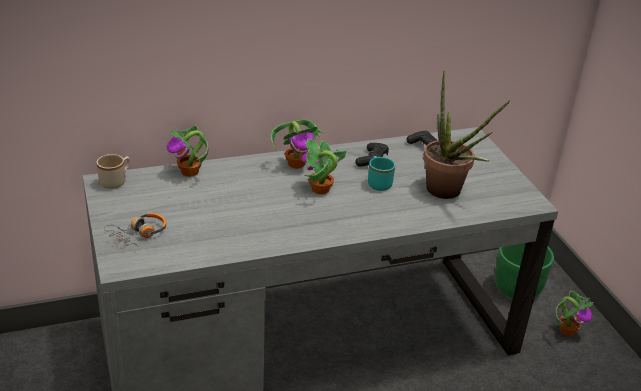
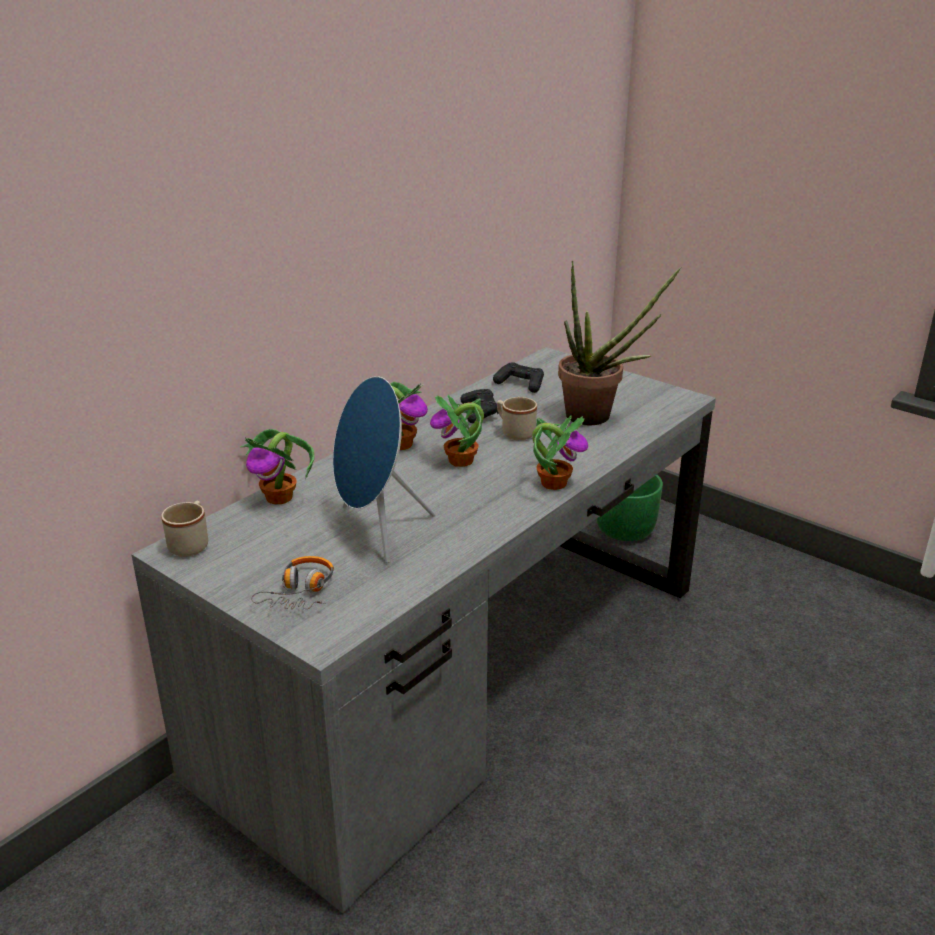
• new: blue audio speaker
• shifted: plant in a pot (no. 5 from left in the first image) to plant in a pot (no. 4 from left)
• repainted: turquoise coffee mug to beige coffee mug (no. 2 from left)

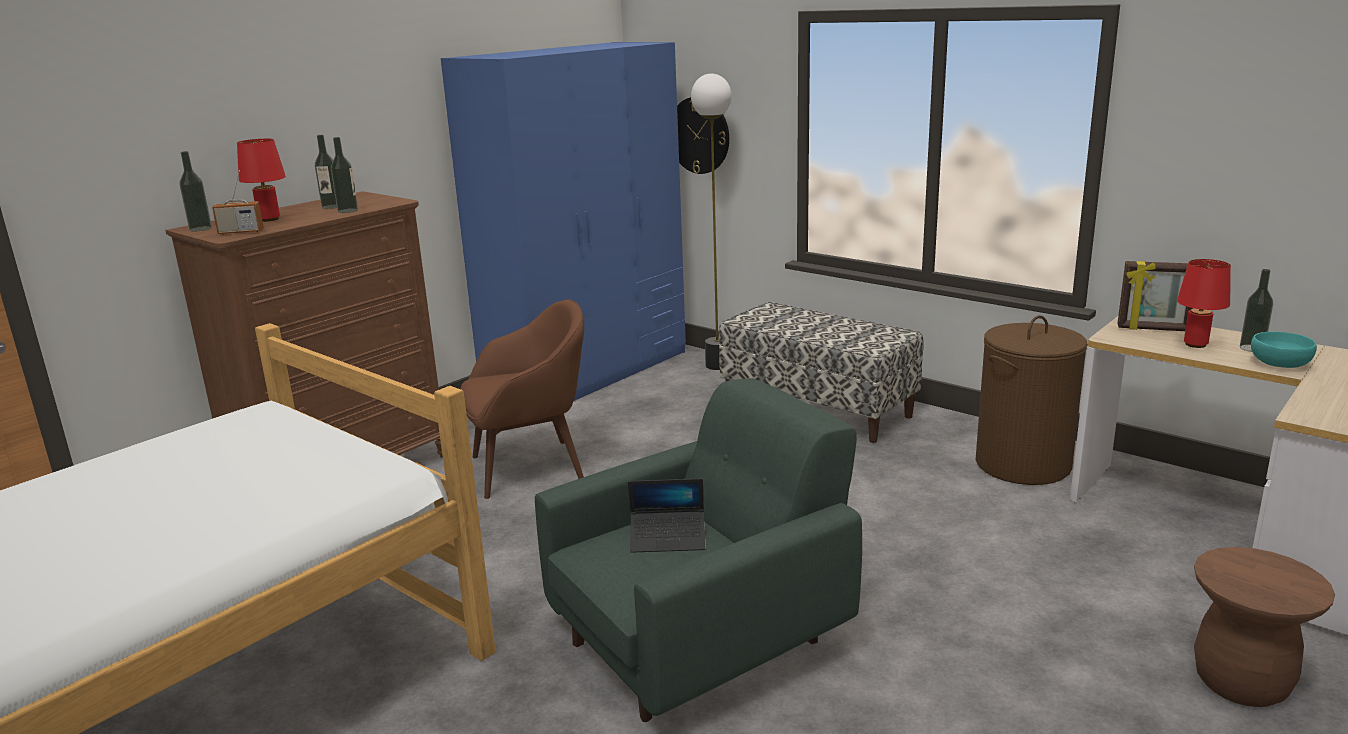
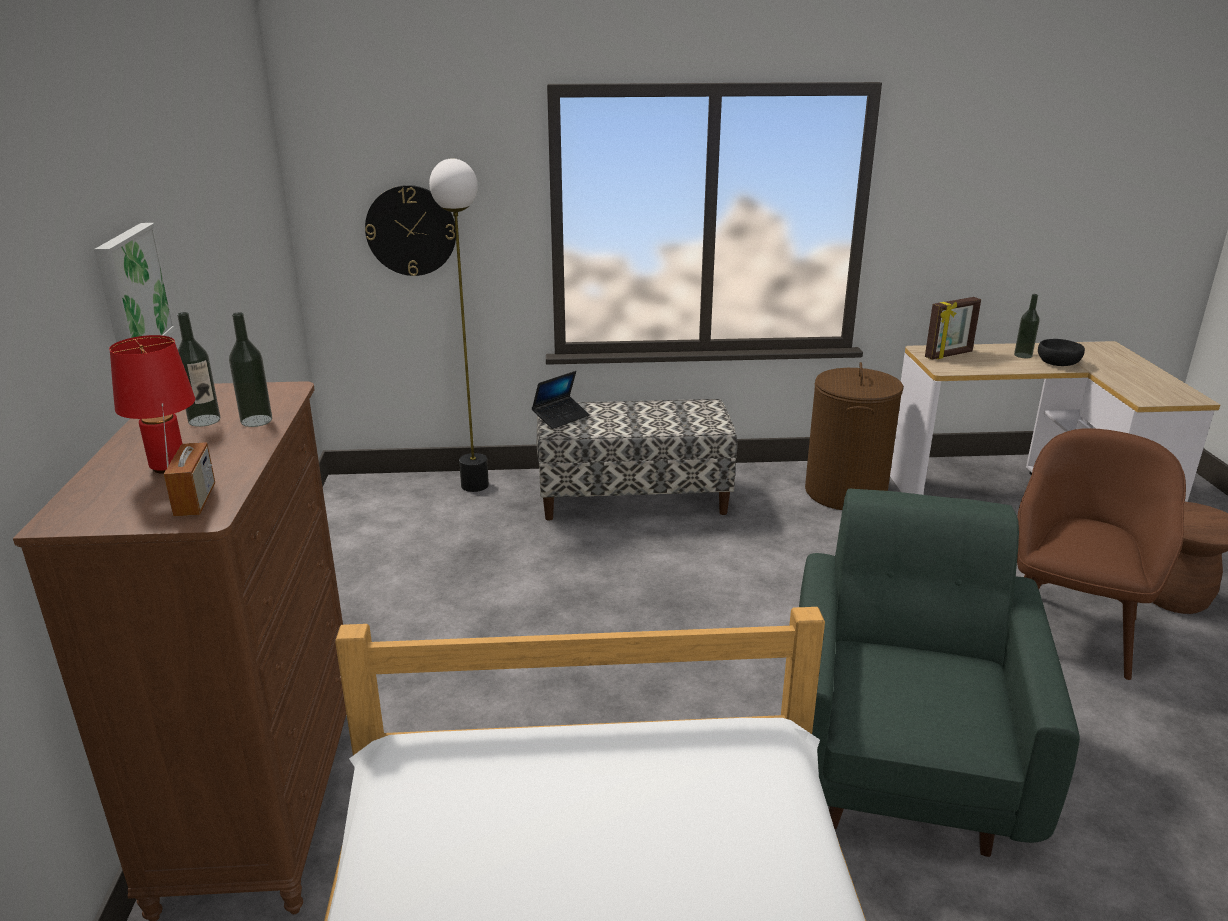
• gone: bottle (no. 1 from left)
• gone: blue wardrobe
• gone: red table lamp (no. 2 from left)
• new: wall art
• shifted: brownish easy chair
• shifted: portable computer
• repainted: turquoise bowl to black bowl
• rotated: radio set 45 degrees counterclockwise

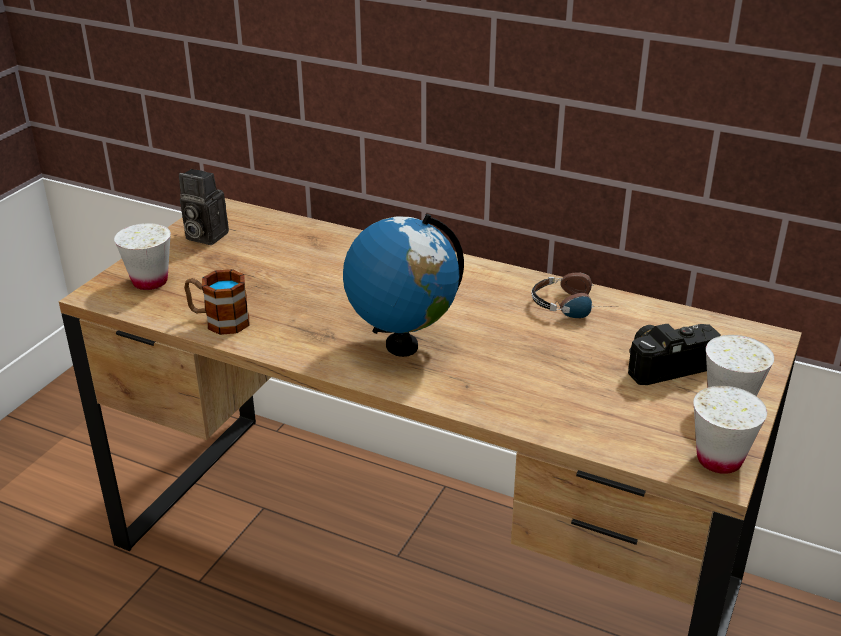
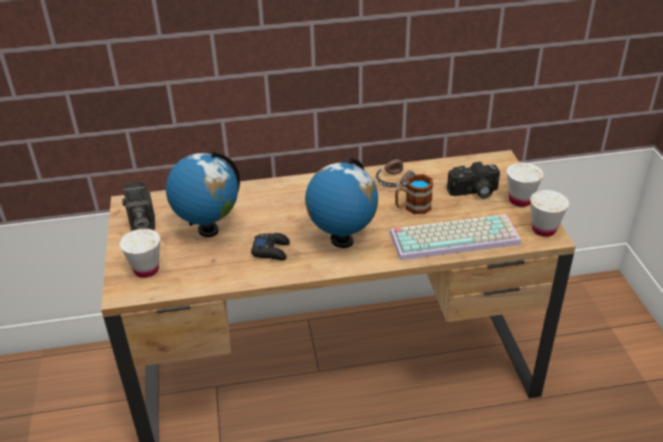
• new: desk globe (no. 1 from left)
• new: black game controller
• new: keyboard
• shifted: coffee mug
• rotated: still camera (no. 2 from left) 135 degrees counterclockwise

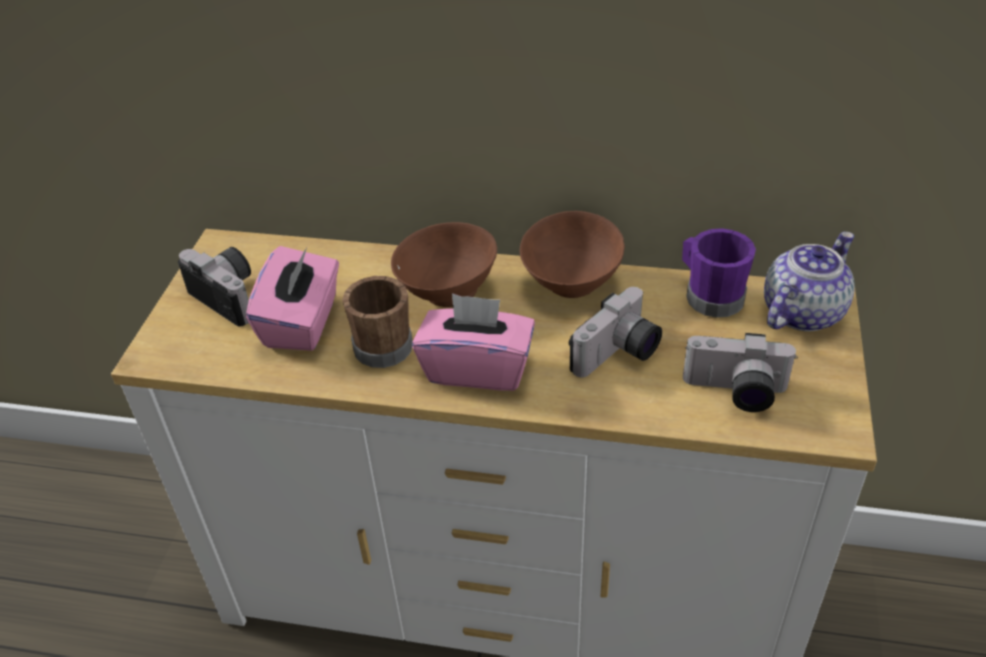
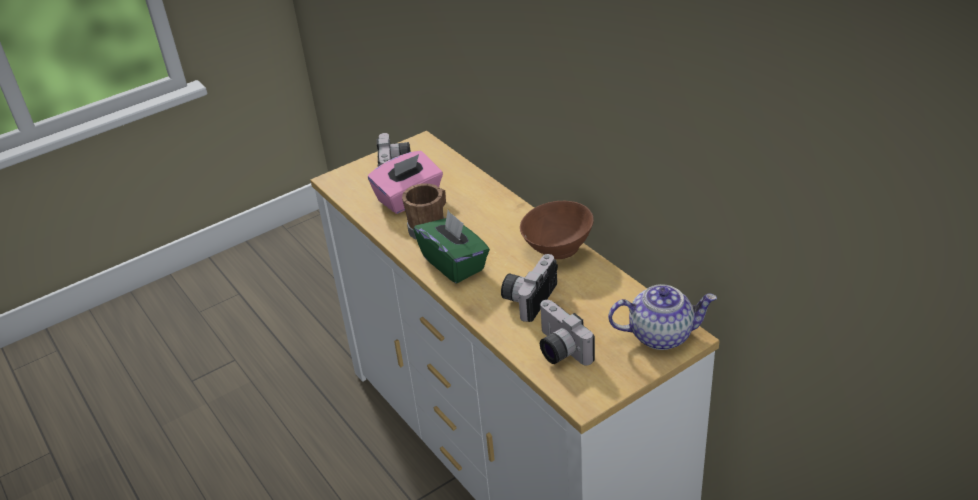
• gone: brownish bowl (no. 1 from left)
• gone: purple coffee mug
• repainted: pink-coloured box of tissues (no. 2 from left) to green box of tissues
• rotated: still camera (no. 2 from left) 120 degrees clockwise

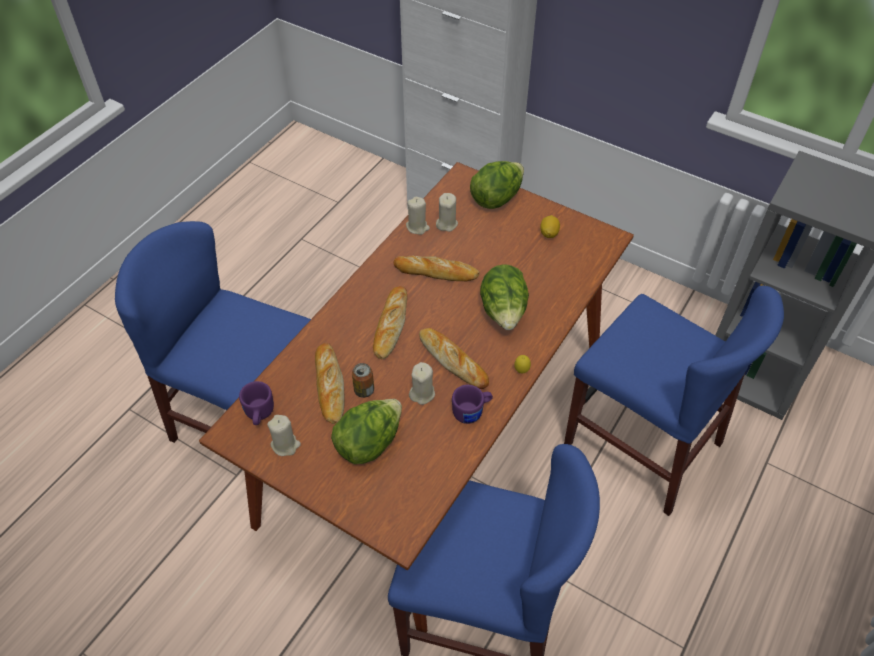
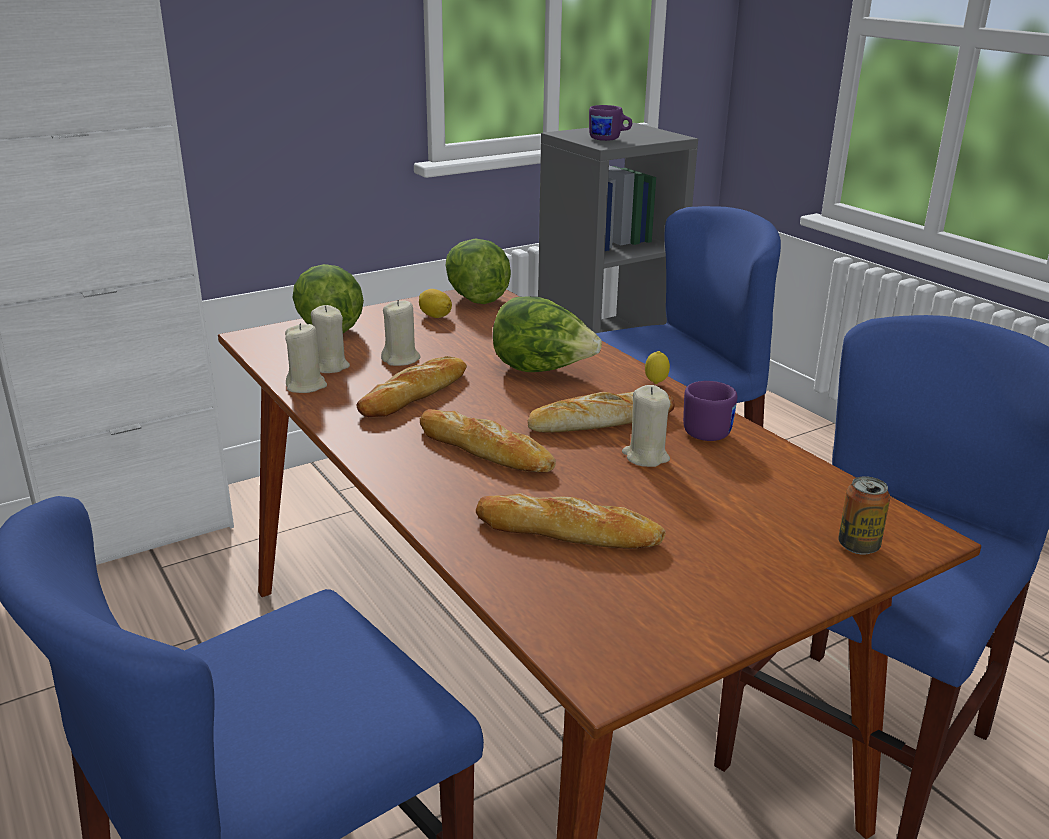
• shifted: purple coffee mug (no. 1 from left)
• shifted: beige wax light (no. 1 from left in the first image) to beige wax light (no. 3 from left)
• shifted: head of lettuce (no. 1 from left in the first image) to head of lettuce (no. 2 from left)
• shifted: can

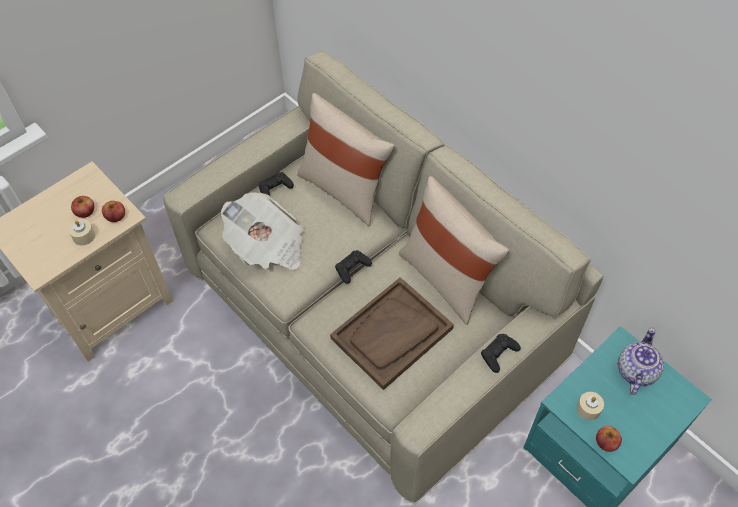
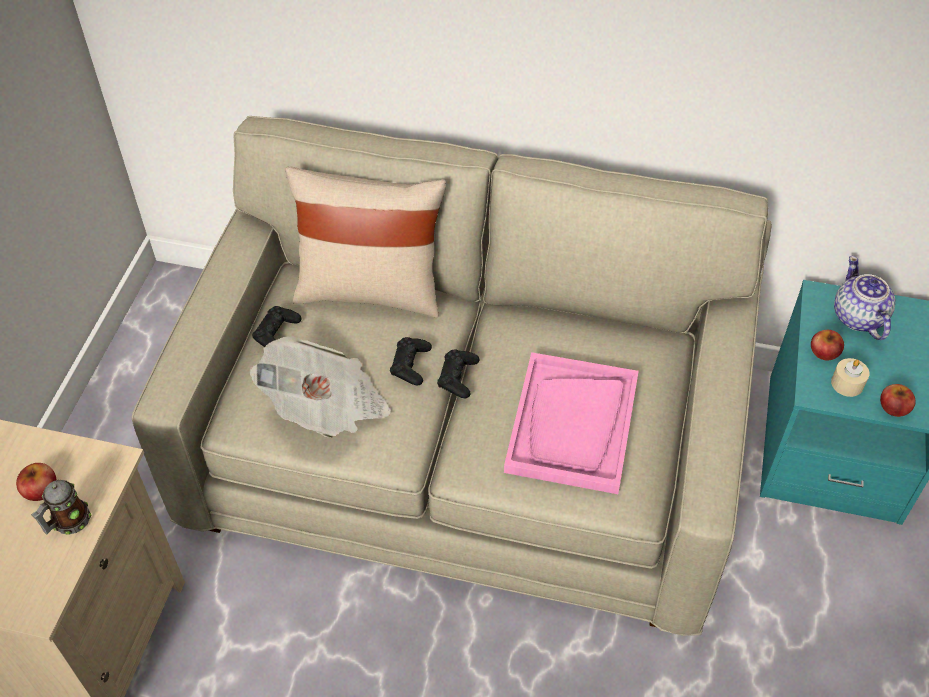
• gone: beige cushion (no. 2 from left)
• shifted: whole apple (no. 2 from left)
• shifted: black game controller (no. 3 from left in the first image) to black game controller (no. 2 from left)
• swapped: beige wax light (no. 1 from left) to coffee mug
• repainted: brownish serving tray to pink-coloured serving tray

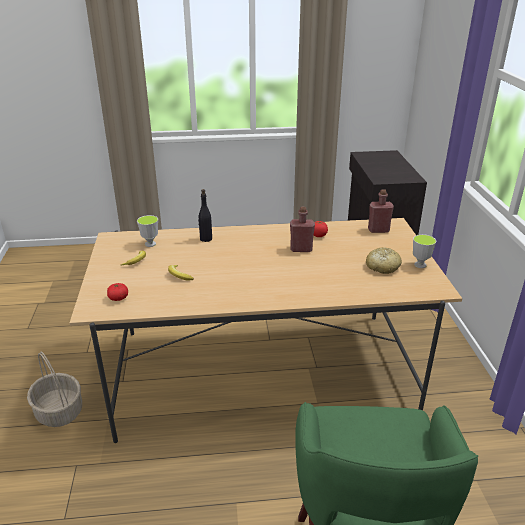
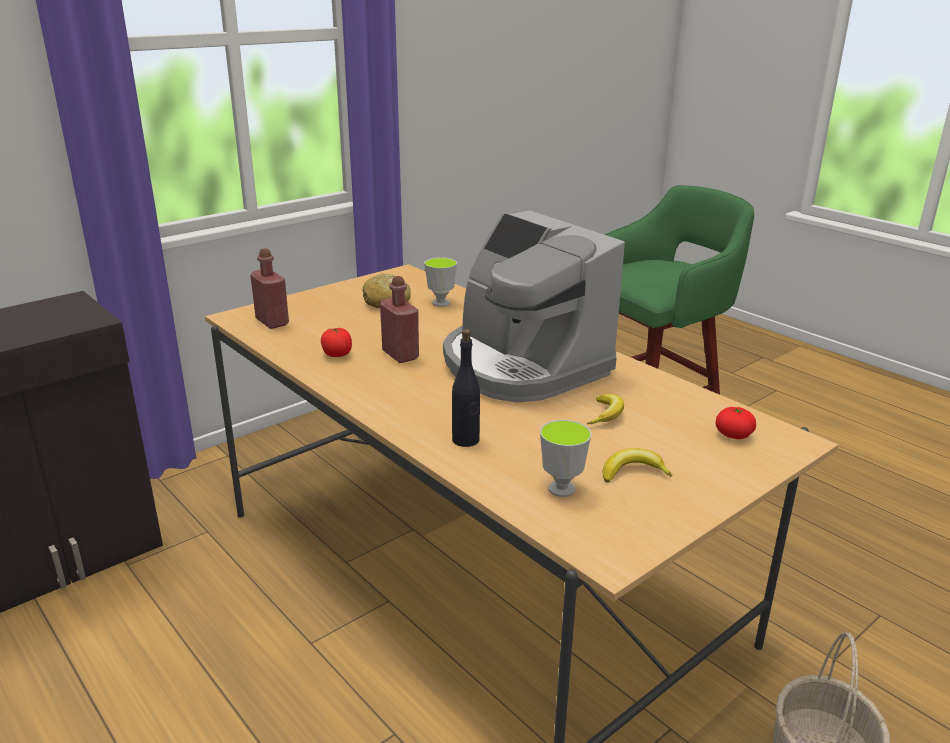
• new: coffee machine
• shifted: small cup (no. 2 from left in the first image) to small cup (no. 1 from left)

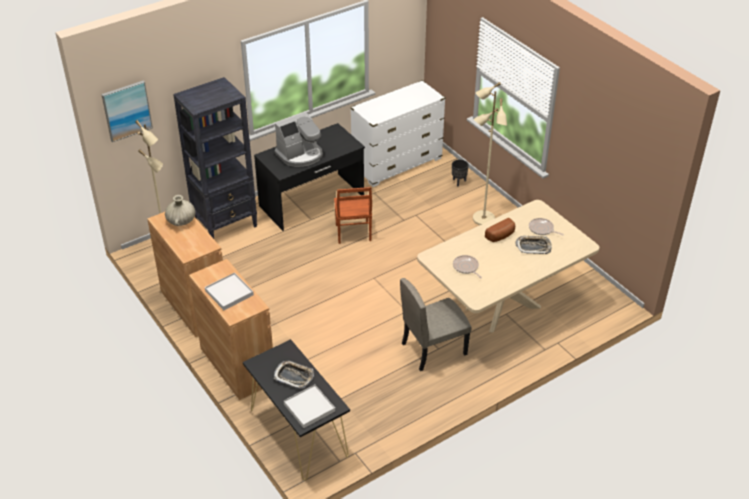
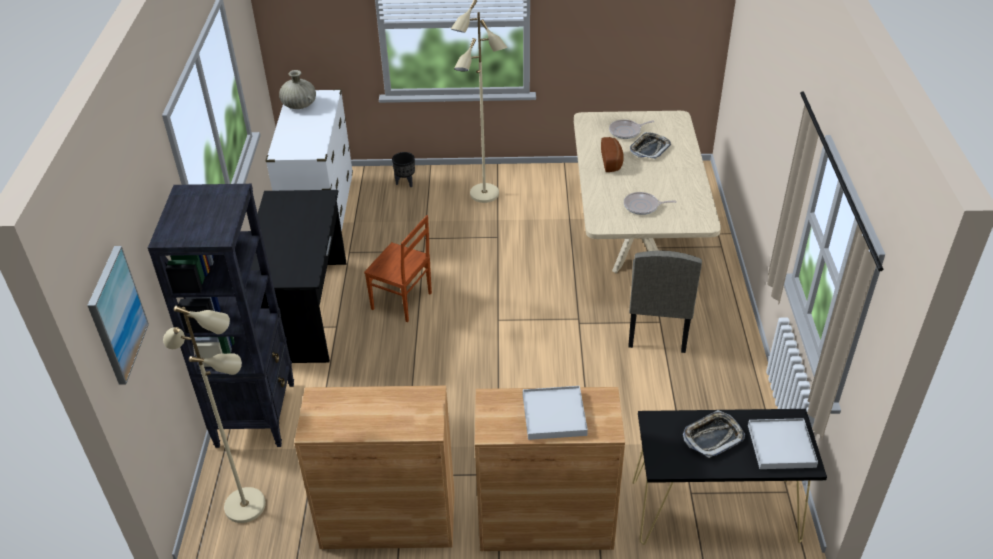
• gone: coffee machine
• shifted: beige decorative vase

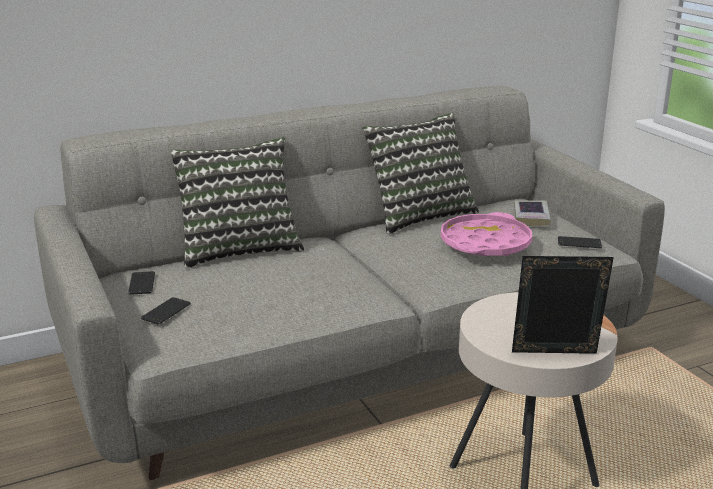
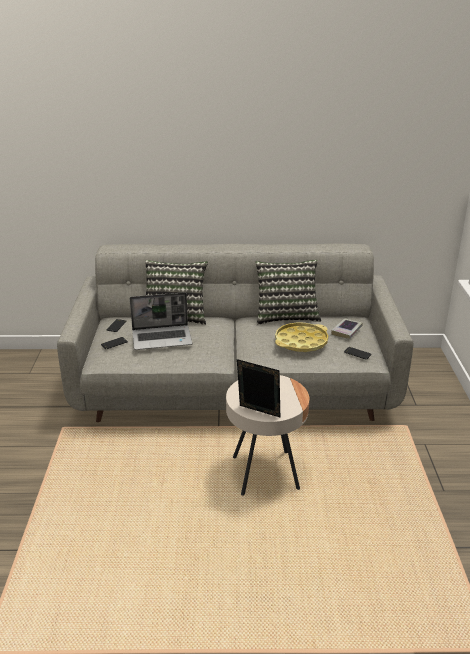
• new: portable computer
• repainted: pink-coloured serving tray to yellowish serving tray

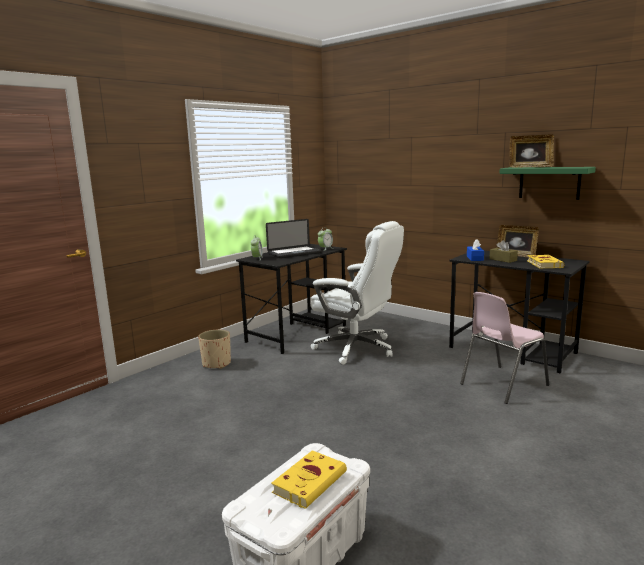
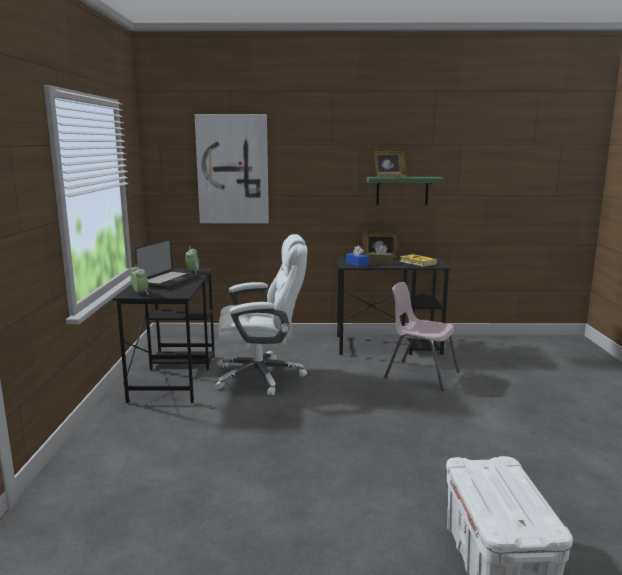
• gone: beige flower pot
• gone: yellowish book (no. 1 from left)
• new: wall art
• rotated: pink-coloured chair 105 degrees clockwise

